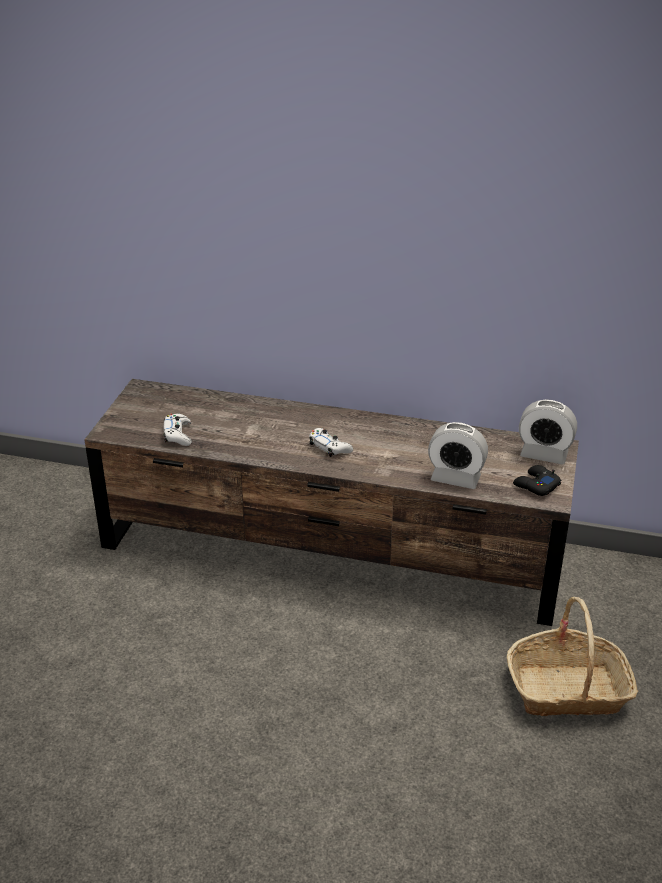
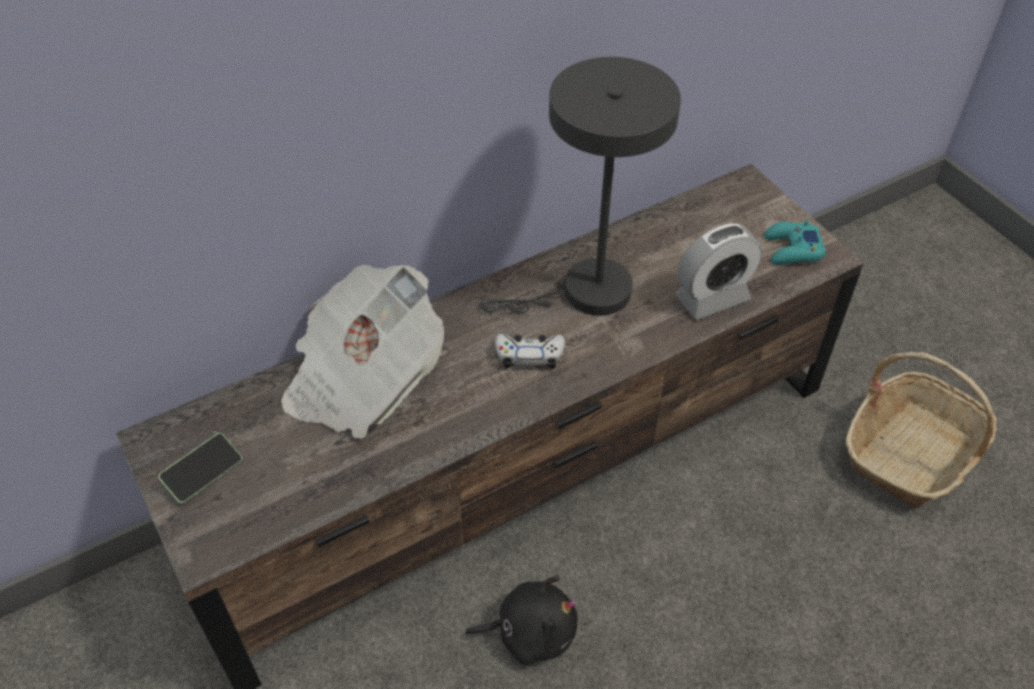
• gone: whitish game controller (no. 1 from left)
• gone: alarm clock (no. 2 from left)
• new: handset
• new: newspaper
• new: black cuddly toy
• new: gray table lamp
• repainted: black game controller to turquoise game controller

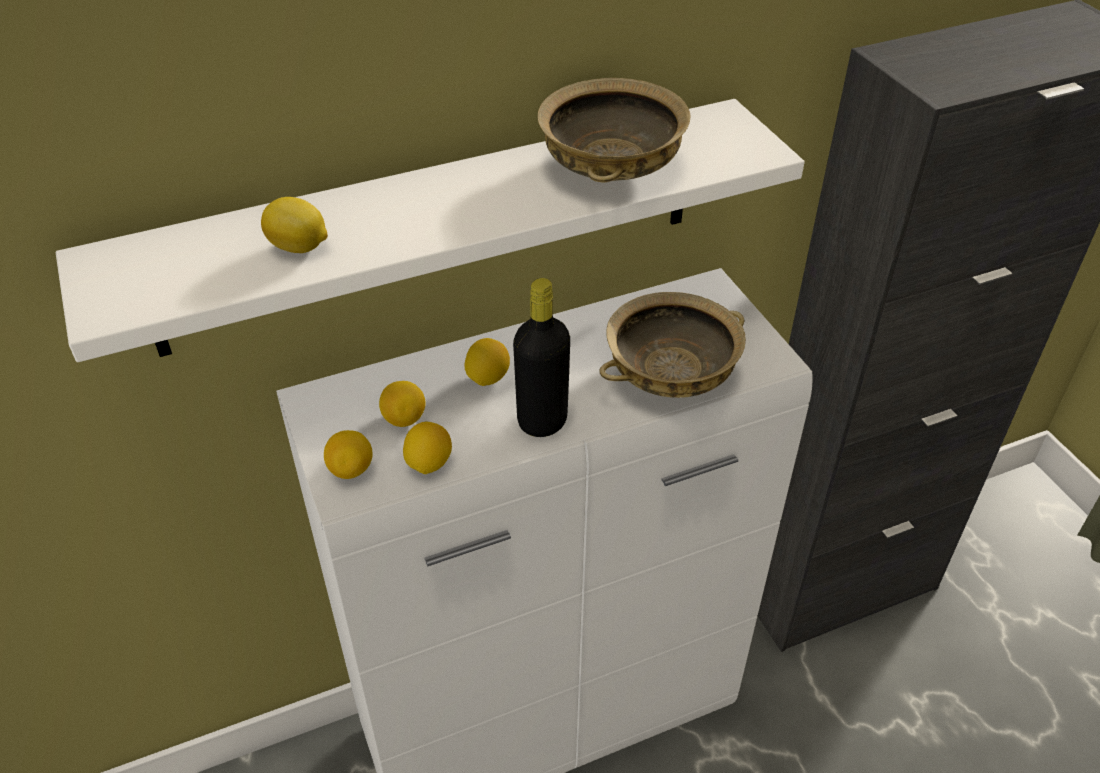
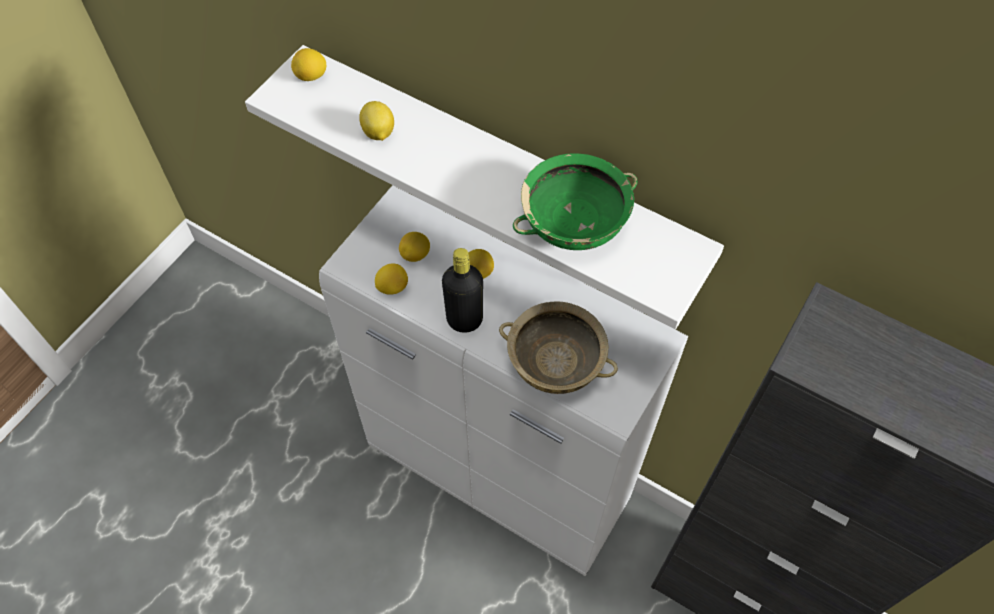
• shifted: whole lemon (no. 2 from left in the first image) to whole lemon (no. 1 from left)
• repainted: beige bowl (no. 1 from left) to green bowl

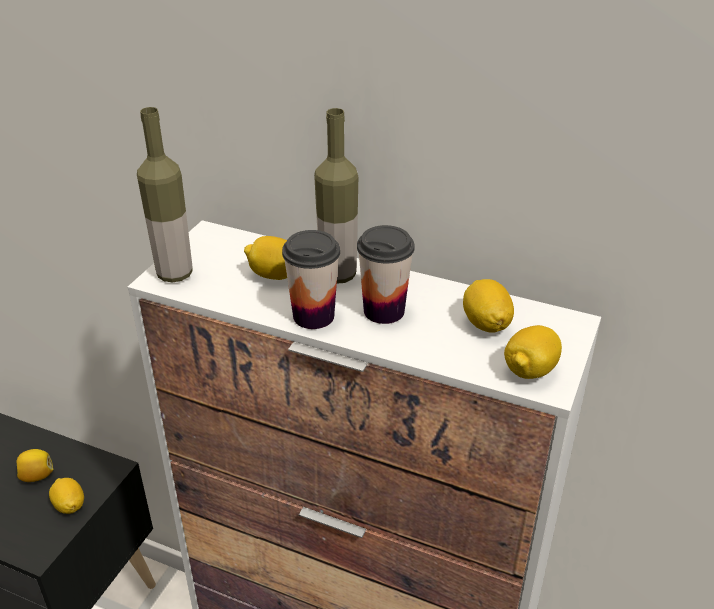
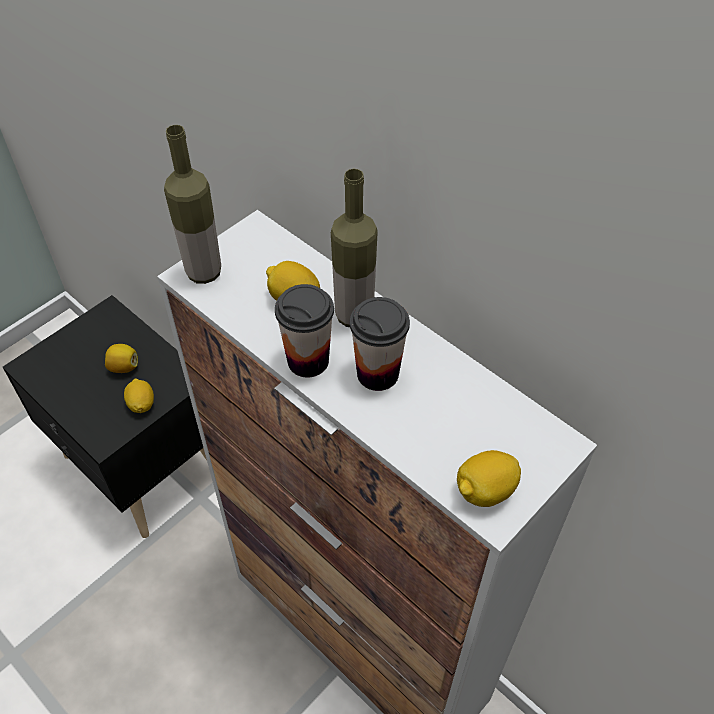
• gone: whole lemon (no. 4 from left)

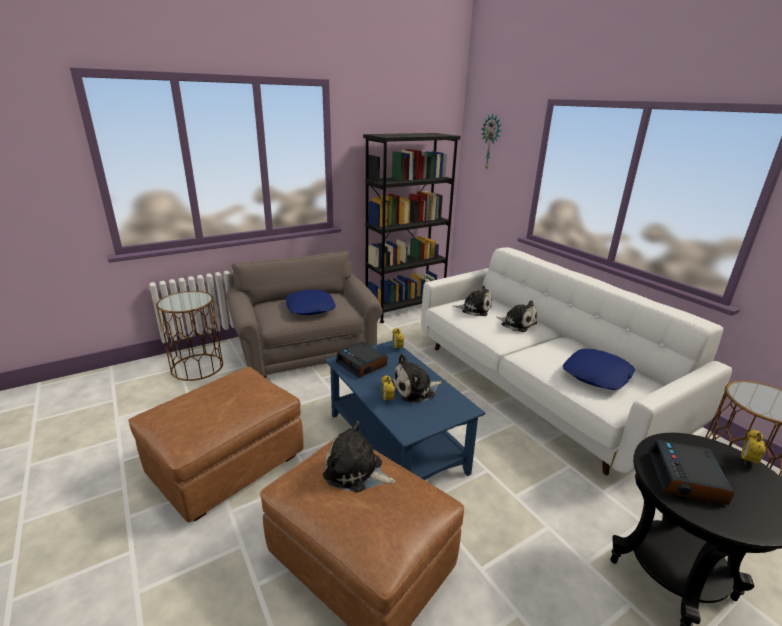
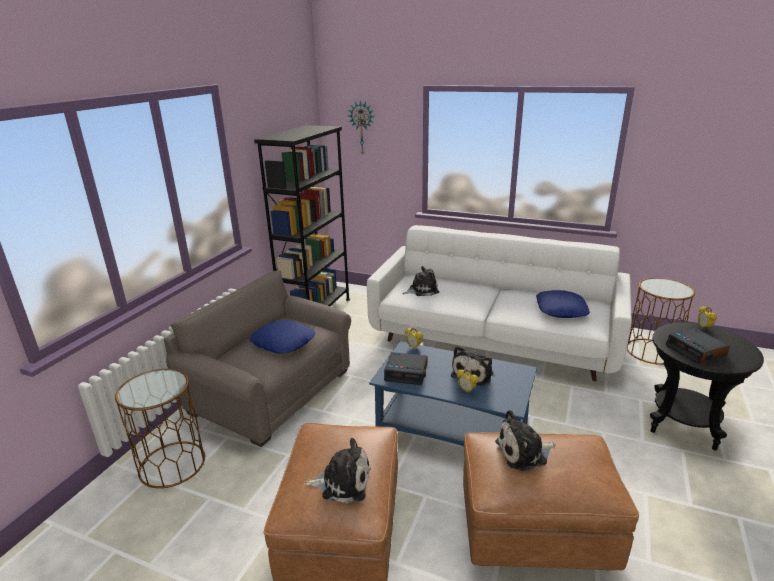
• shifted: cuddly toy (no. 4 from left in the first image) to cuddly toy (no. 1 from left)

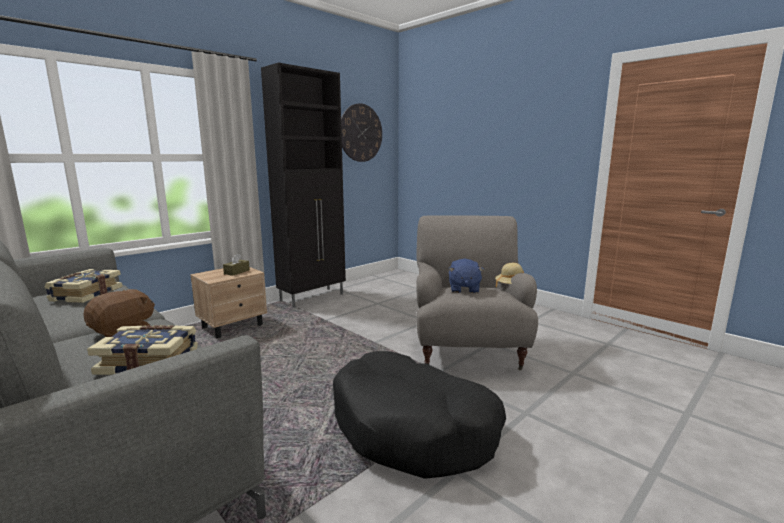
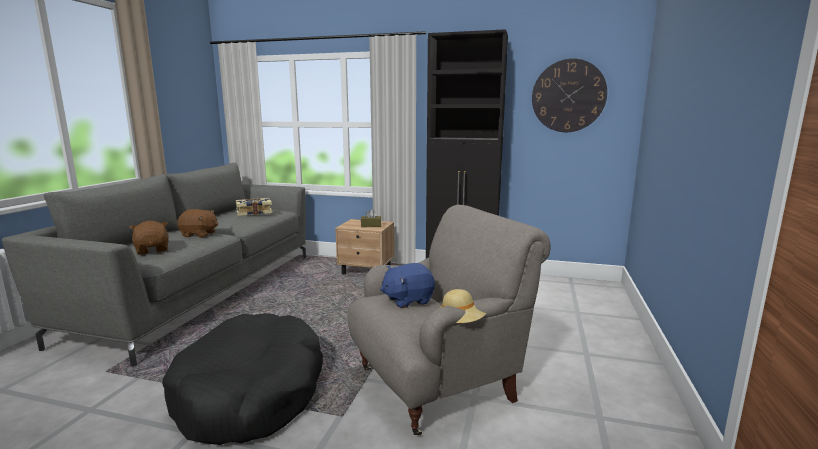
• swapped: book (no. 2 from left) to brownish cuddly toy (no. 1 from left)

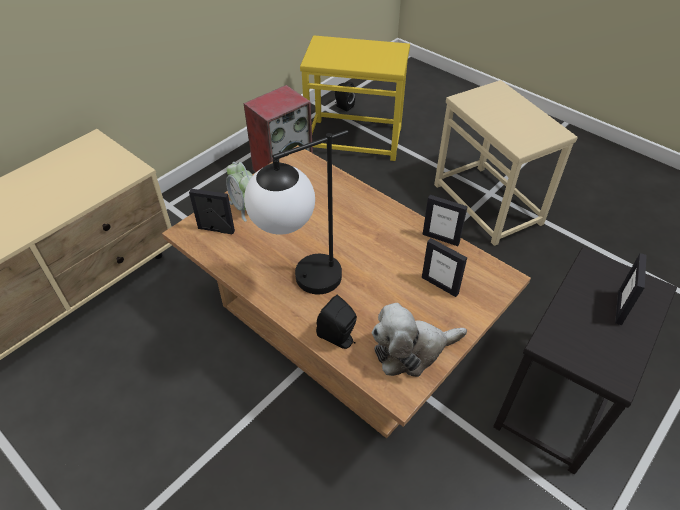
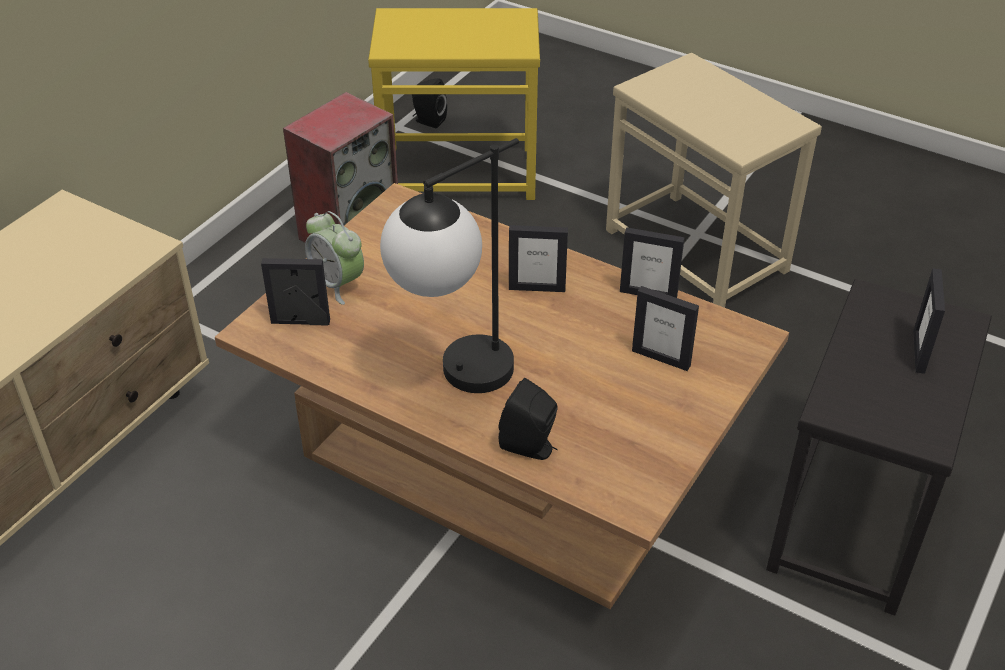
• gone: cuddly toy
• new: photo frame (no. 2 from left)

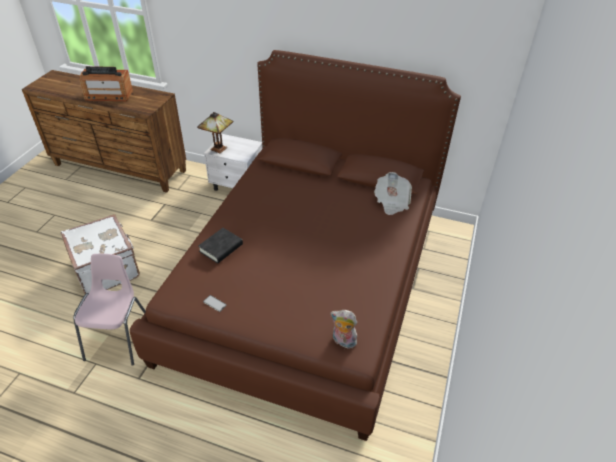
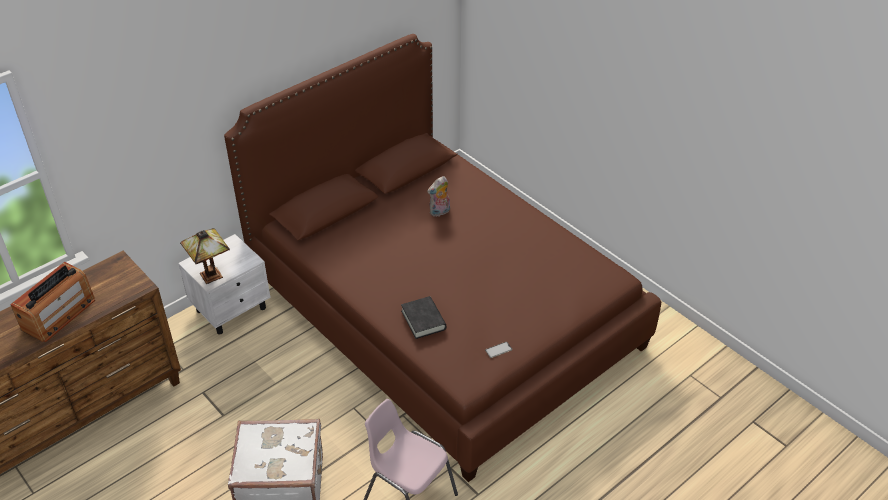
• gone: newspaper
• shifted: cuddly toy

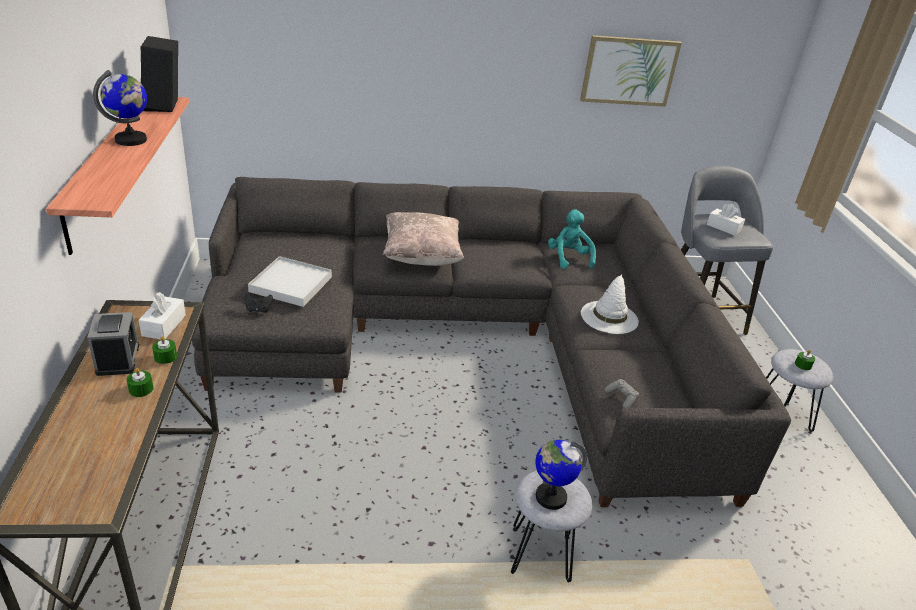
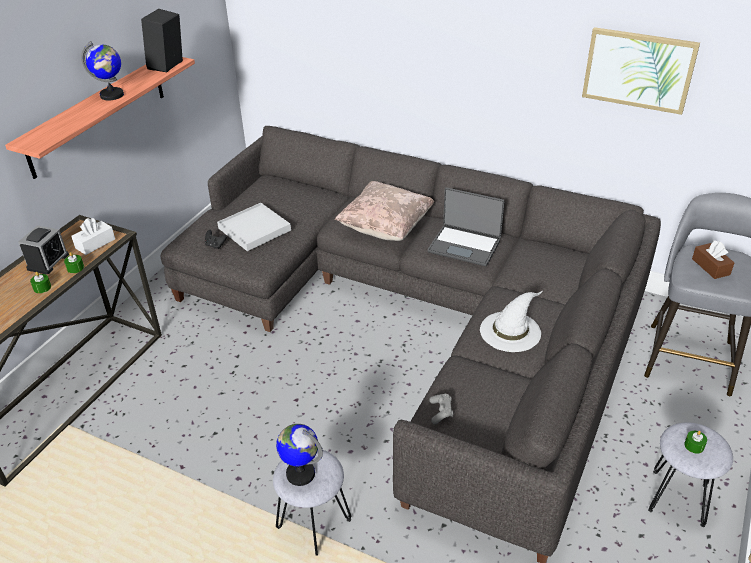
• gone: turquoise cuddly toy
• new: portable computer
• repainted: whitish box of tissues (no. 2 from left) to brownish box of tissues

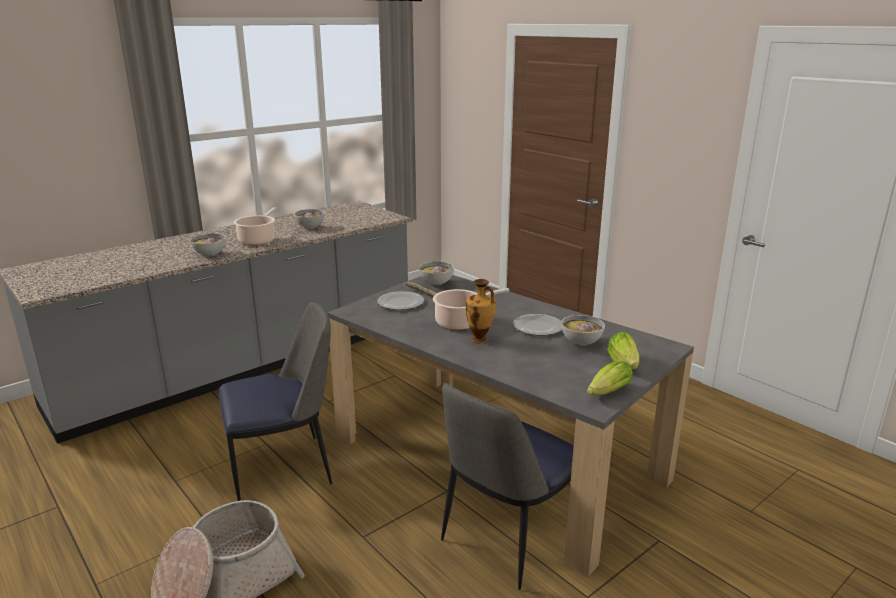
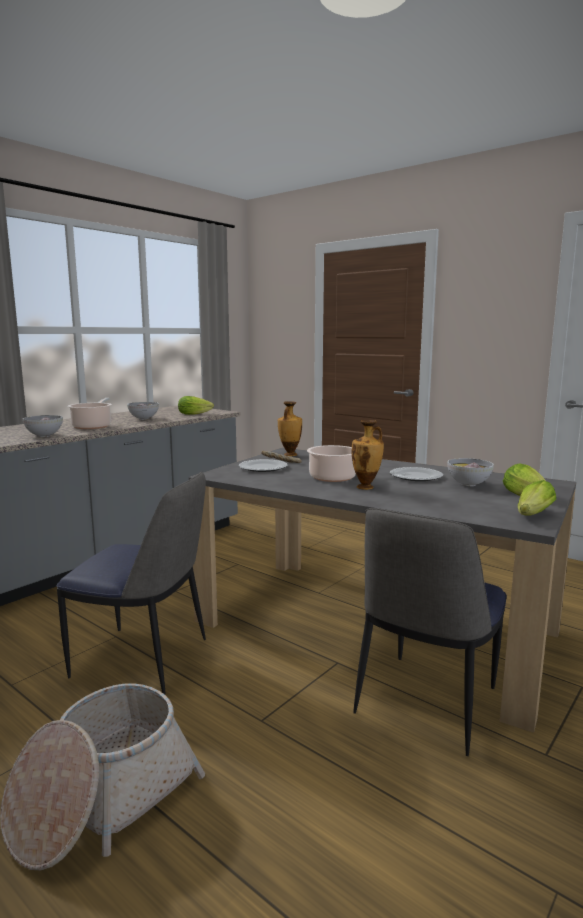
• new: head of lettuce (no. 1 from left)
• swapped: bowl (no. 3 from left) to decorative vase (no. 1 from left)
• rotated: chair (no. 1 from left) 45 degrees clockwise

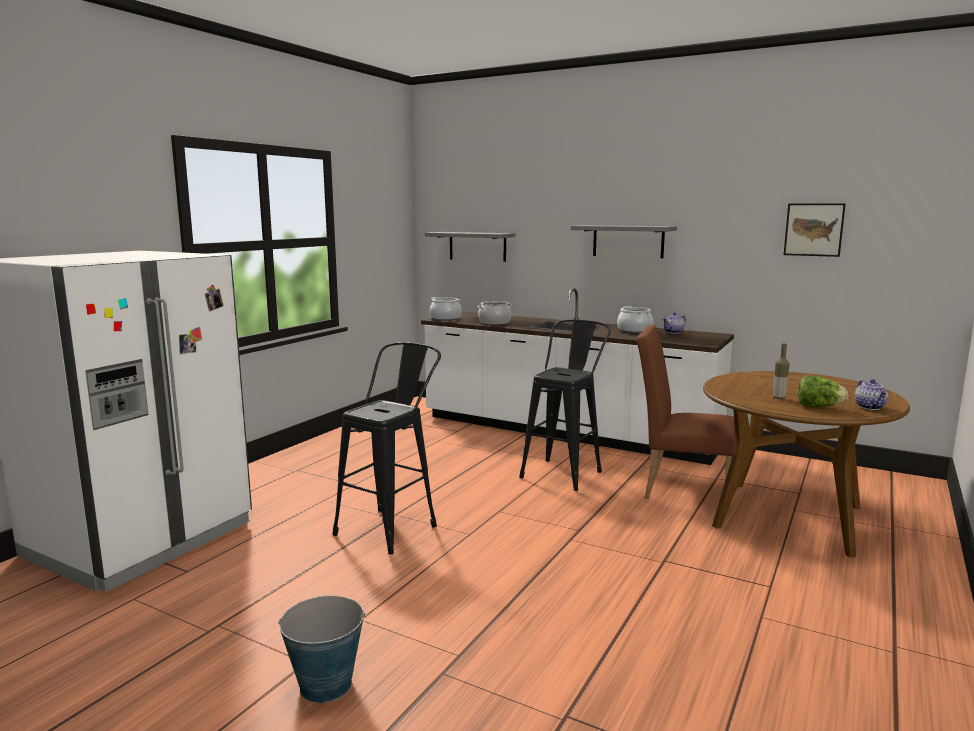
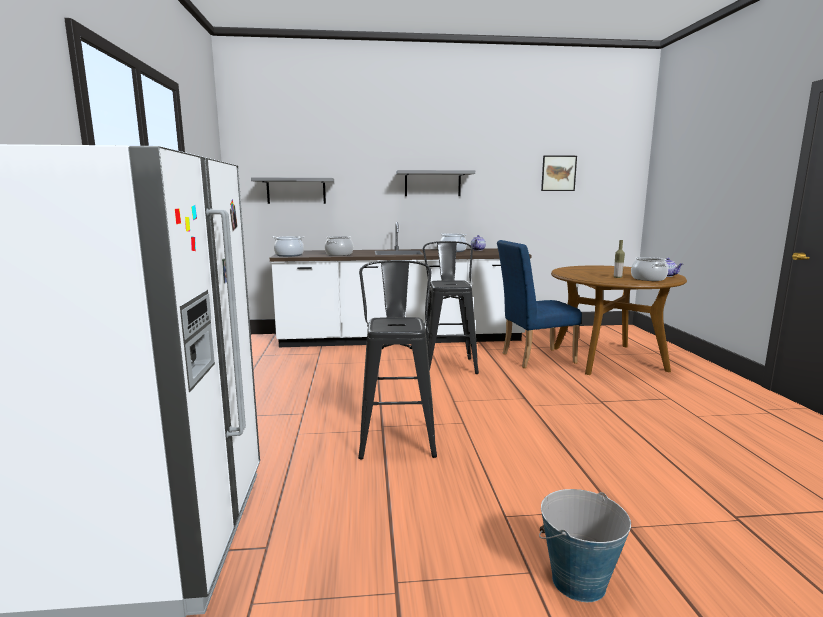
• swapped: head of lettuce to stockpot (no. 4 from left)
• repainted: brownish chair to blue chair

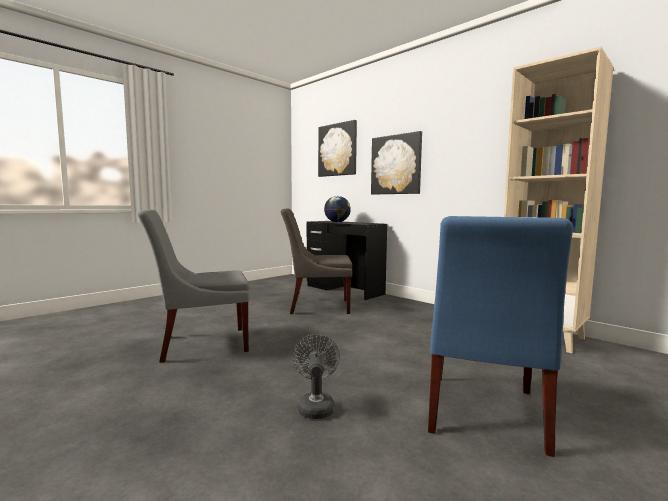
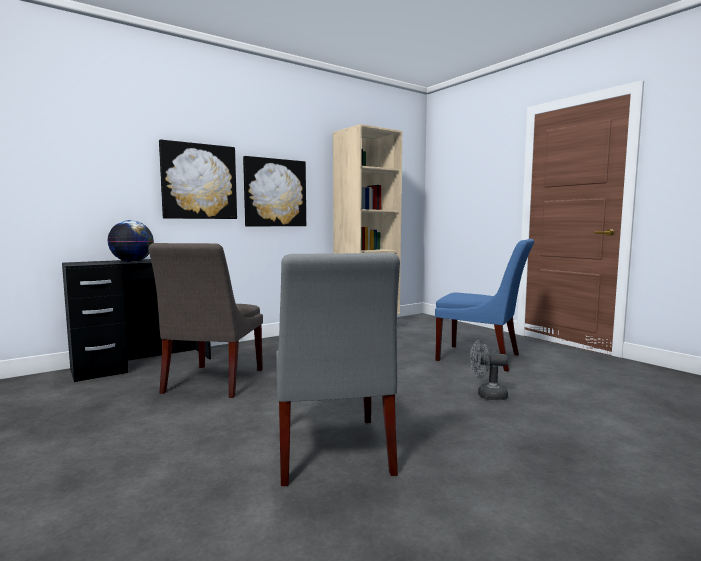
• shifted: wall art (no. 1 from left in the first image) to wall art (no. 2 from left)

